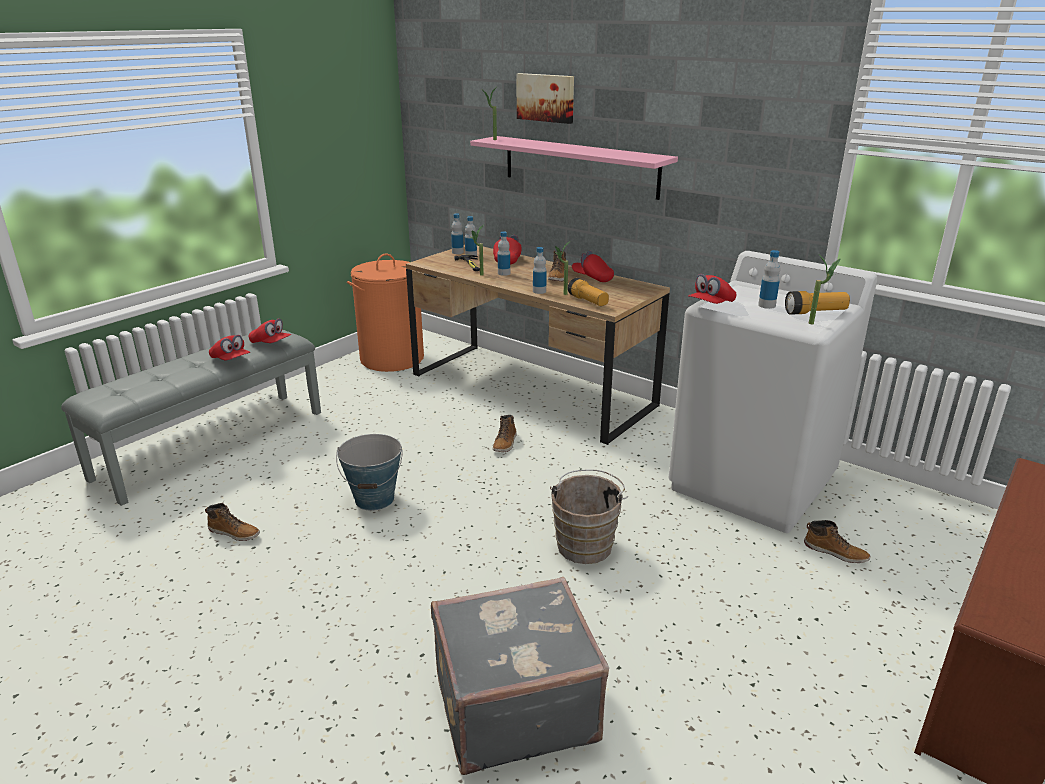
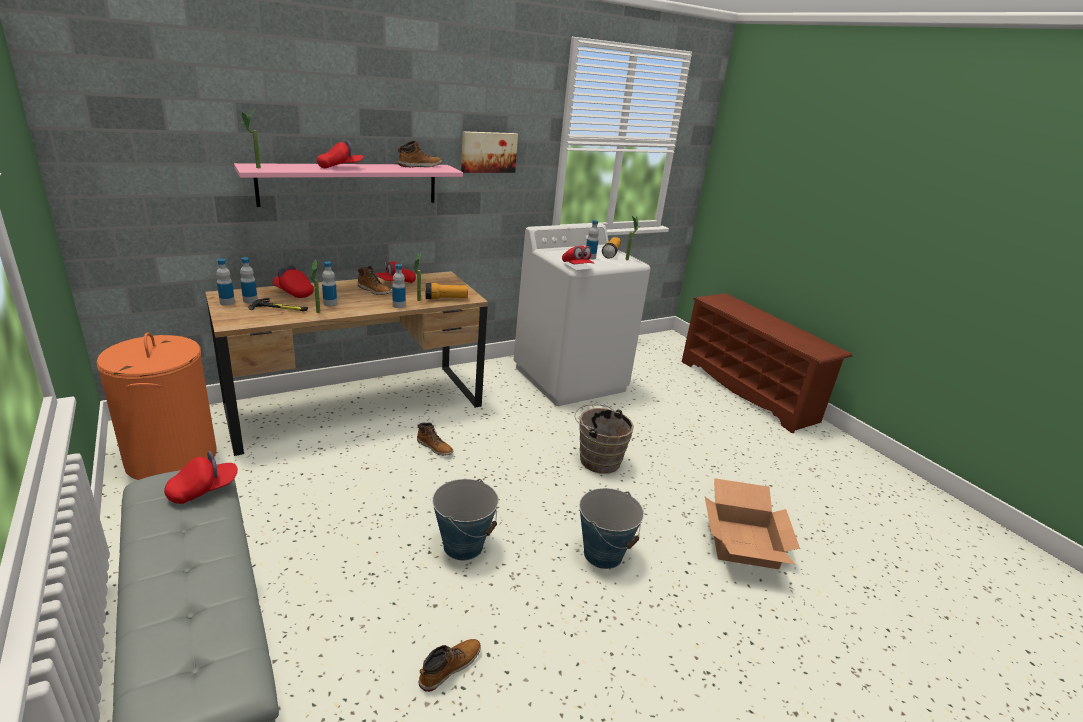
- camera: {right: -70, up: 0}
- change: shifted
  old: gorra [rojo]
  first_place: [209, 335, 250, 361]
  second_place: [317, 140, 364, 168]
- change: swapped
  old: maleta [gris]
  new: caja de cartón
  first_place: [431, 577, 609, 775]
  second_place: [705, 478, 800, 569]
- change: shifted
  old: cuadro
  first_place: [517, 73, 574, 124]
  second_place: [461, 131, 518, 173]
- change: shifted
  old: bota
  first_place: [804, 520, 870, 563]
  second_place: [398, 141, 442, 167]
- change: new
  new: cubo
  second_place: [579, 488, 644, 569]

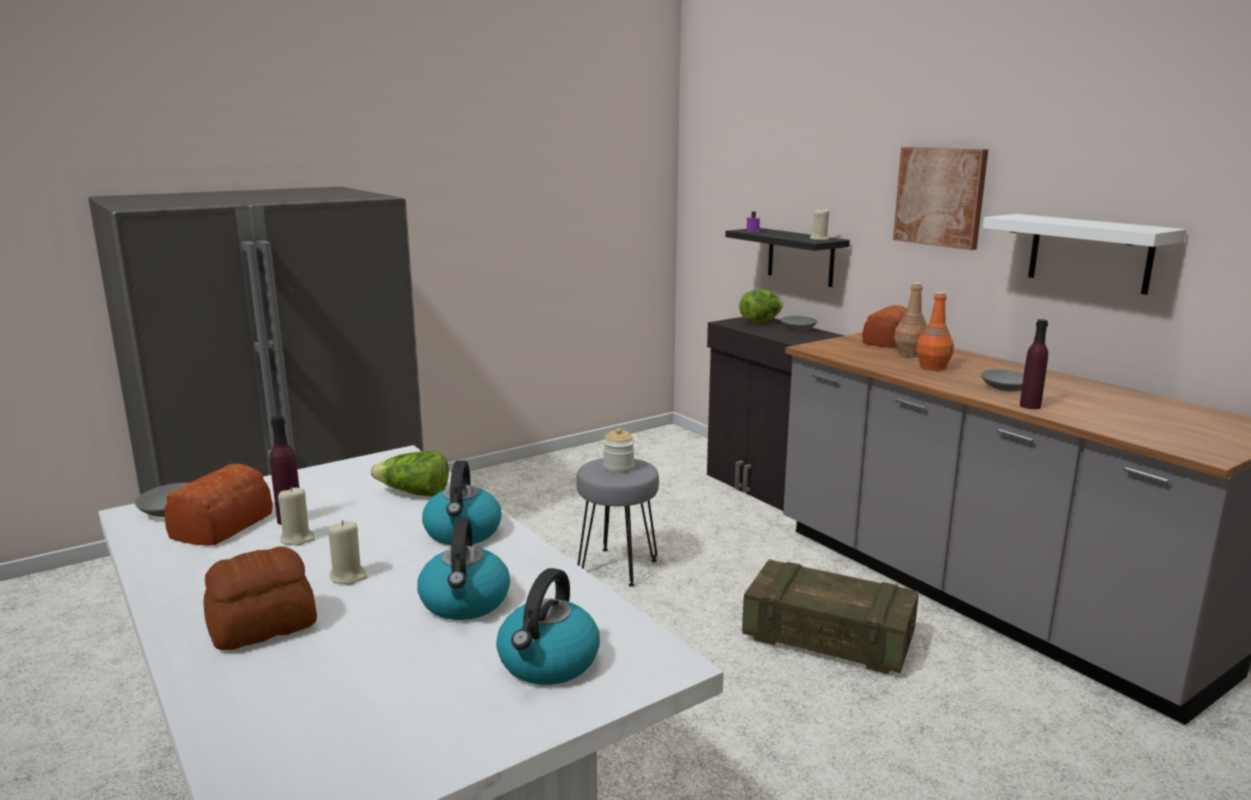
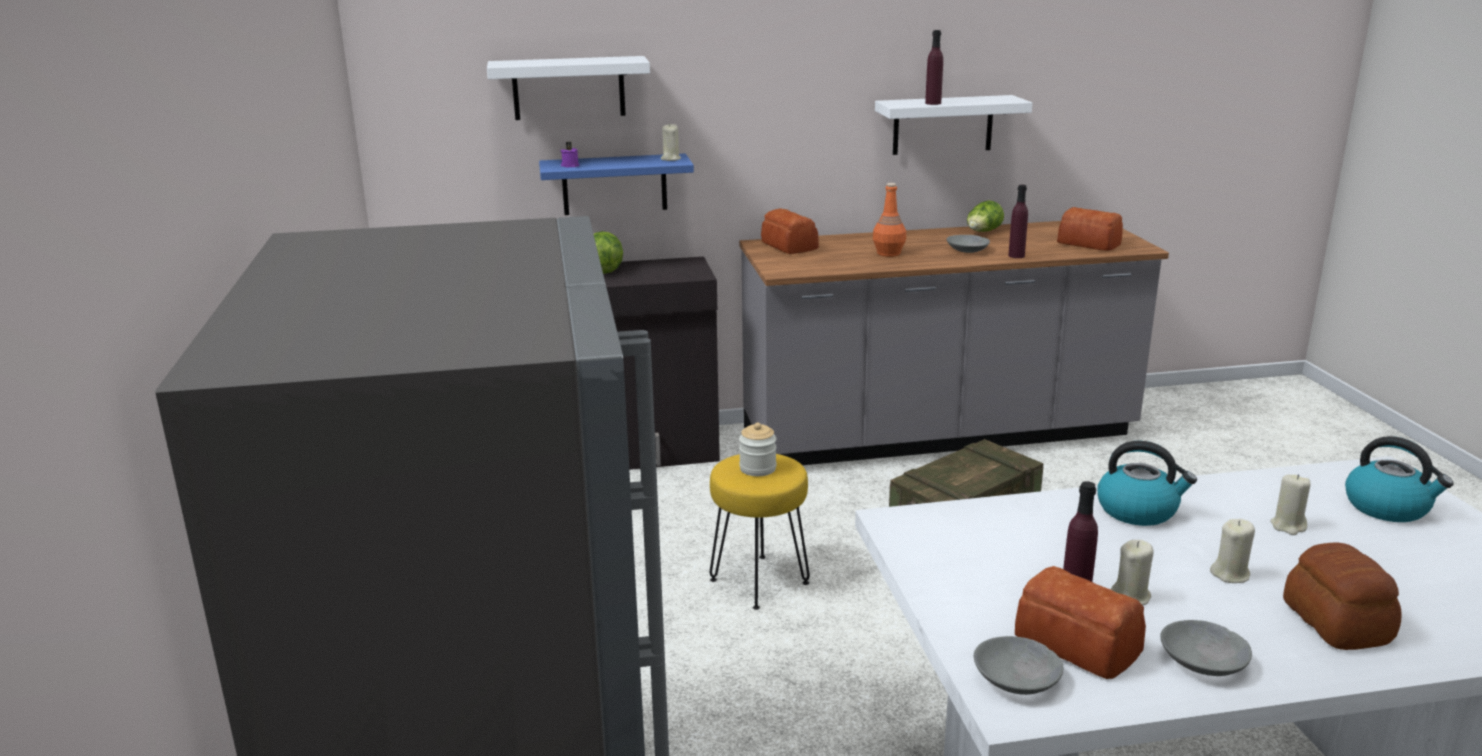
- camera: {right: -65, up: 5}
- change: shifted
  old: lechuga
  first_place: [370, 451, 449, 497]
  second_place: [967, 200, 1004, 232]
- change: swapped
  old: hervidor
  new: vela [beis]
  first_place: [417, 518, 510, 620]
  second_place: [1270, 474, 1311, 535]
- change: repainted
  old: taburete [gris]
  new: taburete [amarillo]
  first_place: [576, 458, 659, 587]
  second_place: [710, 454, 810, 610]
- change: repainted
  old: estante [negro]
  new: estante [azul]
  first_place: [725, 228, 850, 287]
  second_place: [539, 154, 694, 215]
- change: shifted
  old: cuenco [gris]
  first_place: [781, 316, 817, 331]
  second_place: [1160, 620, 1252, 676]
- change: gone
  old: cuadro
  first_place: [893, 147, 988, 250]
- change: gone
  old: botella [marrón]
  first_place: [894, 282, 927, 357]
- change: new
  new: estante [blanco]
  second_place: [487, 56, 650, 120]
- change: new
  new: botella [morado]
  second_place: [925, 30, 943, 105]
- change: new
  new: pan
  second_place: [1057, 207, 1123, 251]

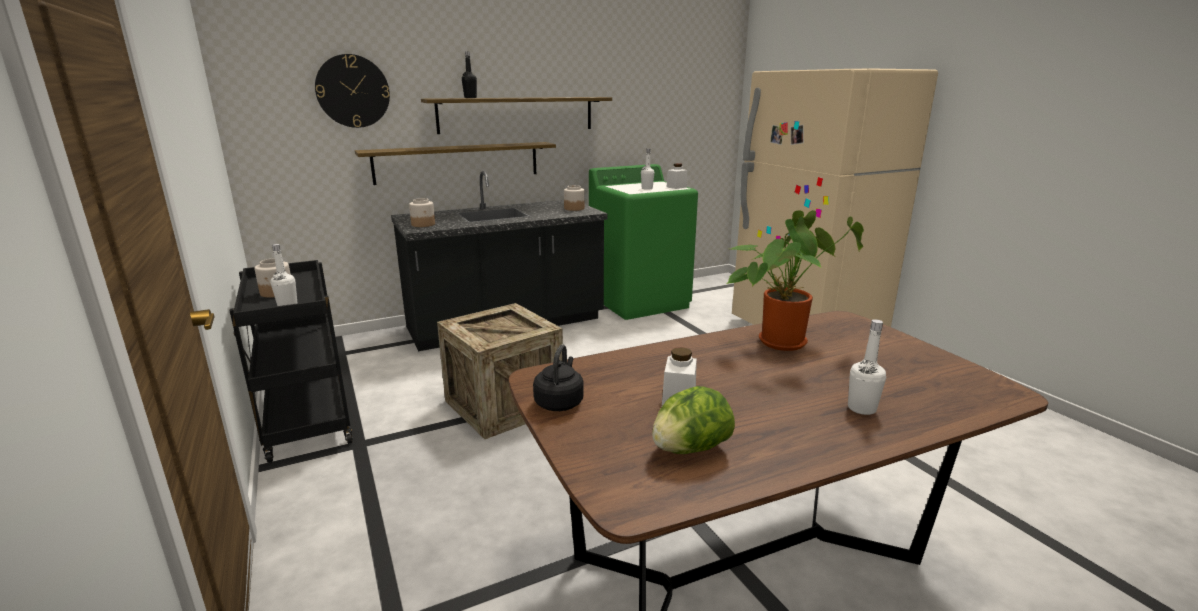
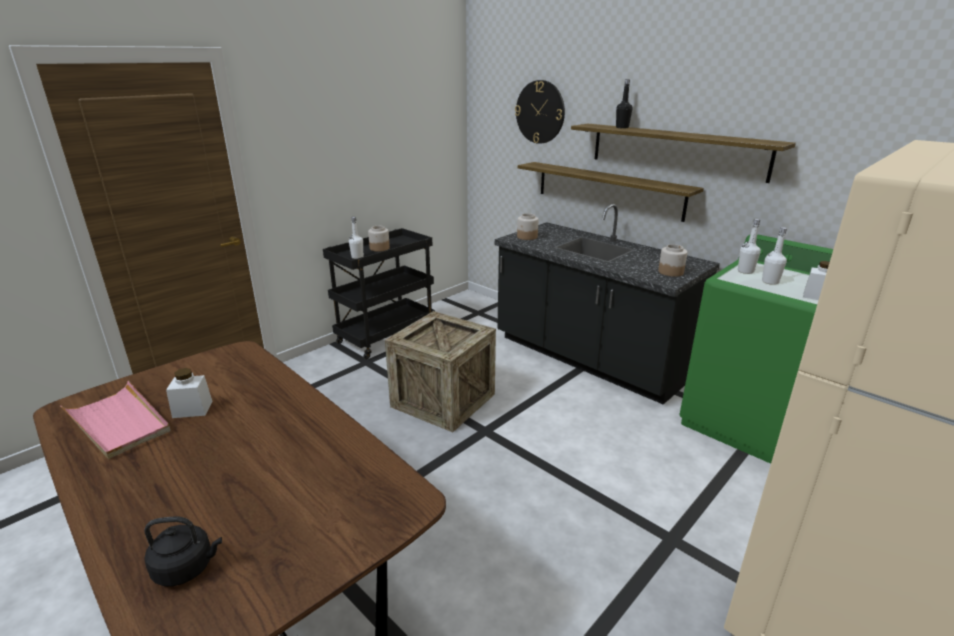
- camera: {right: 70, up: 5}
- change: shifted
  old: hervidor [negro]
  first_place: [533, 344, 584, 411]
  second_place: [144, 516, 222, 586]
- change: swapped
  old: lechuga
  new: bandeja [rosa]
  first_place: [652, 386, 735, 454]
  second_place: [61, 381, 171, 459]
- change: gone
  old: planta en maceta
  first_place: [726, 210, 864, 351]
- change: shifted
  old: botella [blanco]
  first_place: [848, 319, 886, 415]
  second_place: [738, 219, 761, 274]

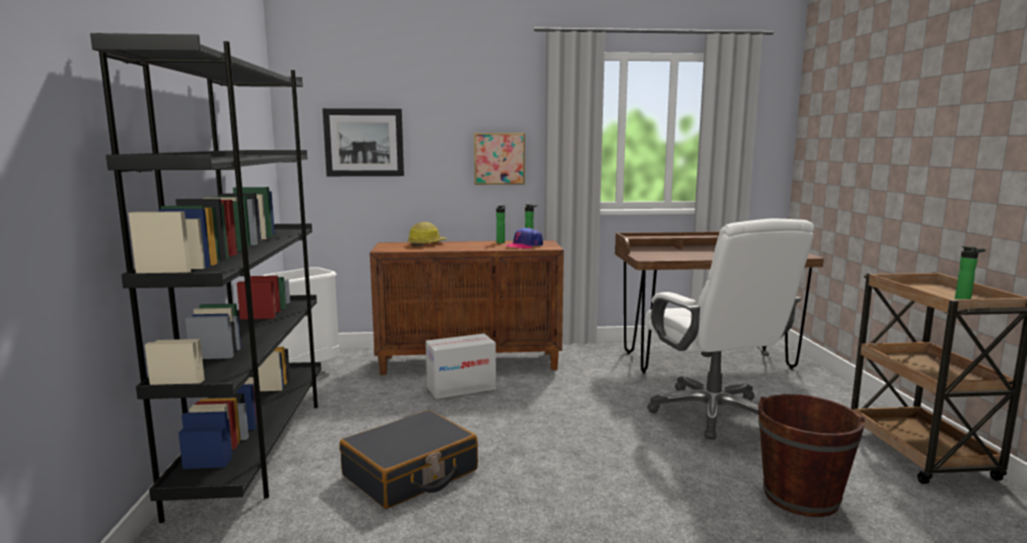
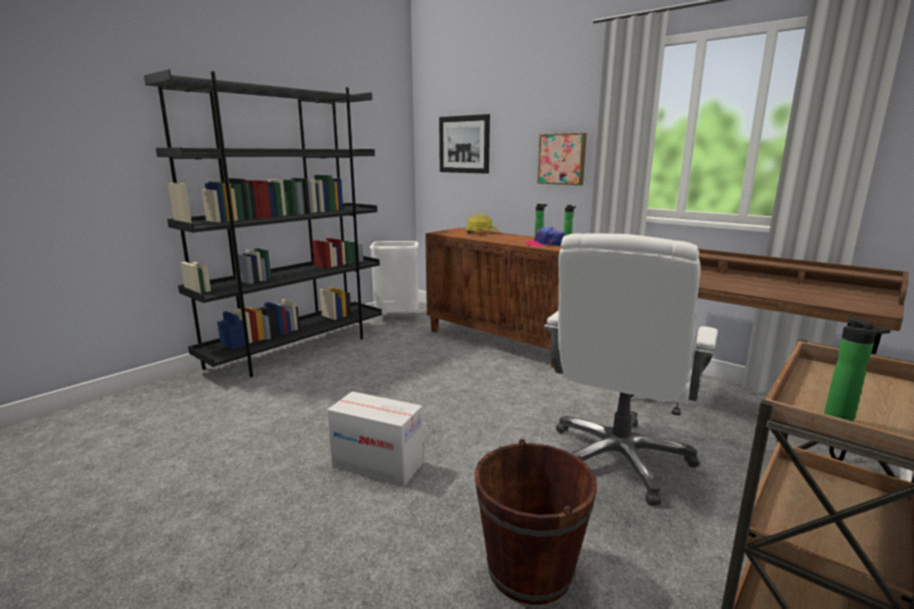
- camera: {right: 45, up: 5}
- change: gone
  old: maleta [negro]
  first_place: [339, 410, 478, 509]
- change: shifted
  old: caja de cartón
  first_place: [426, 334, 496, 399]
  second_place: [327, 391, 423, 487]

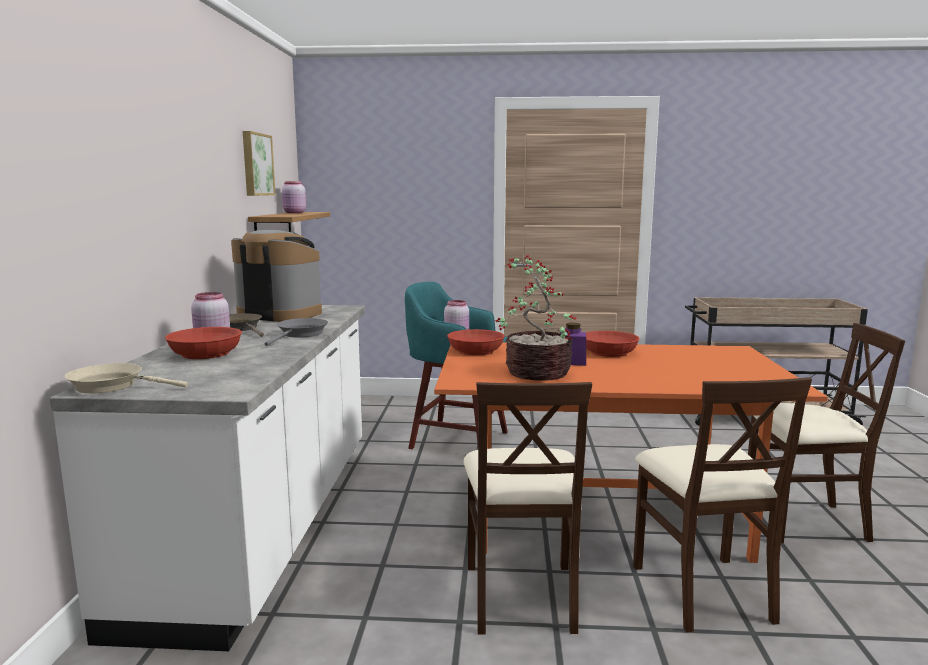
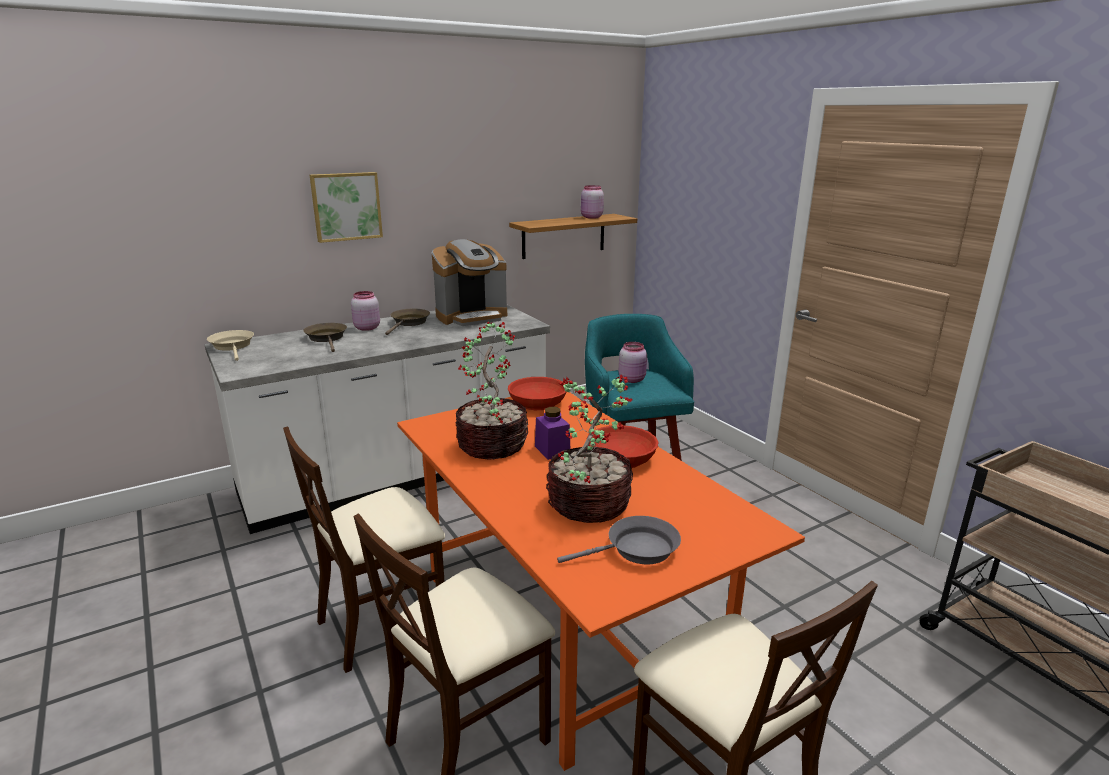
- camera: {right: 55, up: 10}
- change: swapped
  old: cuenco [rojo]
  new: sartén [marrón]
  first_place: [165, 327, 242, 359]
  second_place: [303, 323, 347, 352]
- change: rotated
  old: cafetera
  first_place: [231, 230, 322, 322]
  second_place: [432, 239, 507, 326]
  degrees: 75
- change: shifted
  old: cuadro
  first_place: [243, 131, 276, 196]
  second_place: [310, 172, 383, 243]
- change: shifted
  old: sartén [gris]
  first_place: [265, 318, 328, 346]
  second_place: [557, 516, 681, 564]
- change: new
  new: planta en maceta
  second_place: [546, 375, 633, 523]

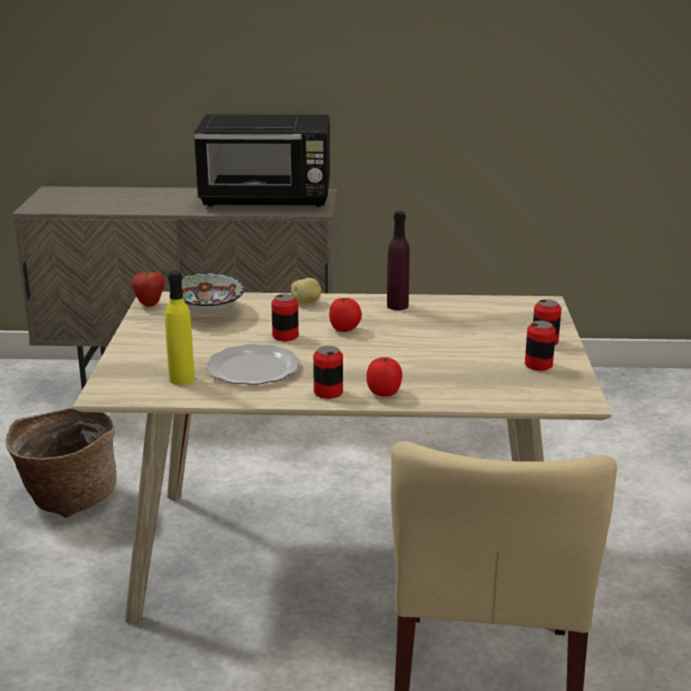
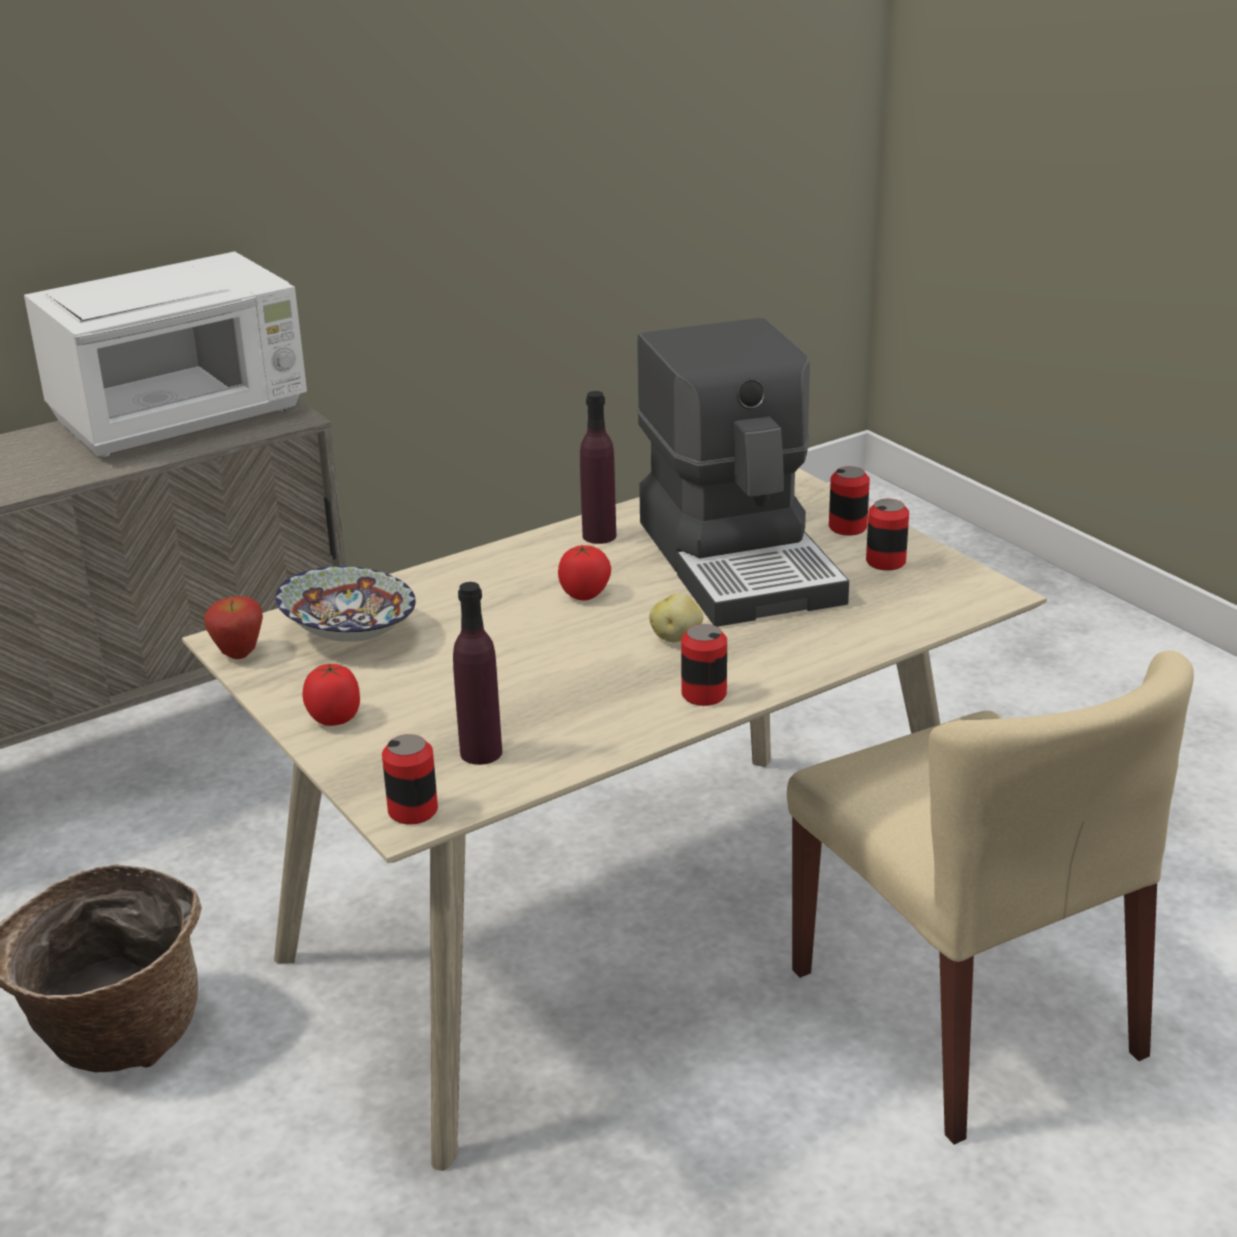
- camera: {right: -35, up: 5}
- change: repainted
  old: botella [amarillo]
  new: botella [morado]
  first_place: [165, 271, 195, 385]
  second_place: [453, 582, 502, 765]
- change: repainted
  old: microondas [negro]
  new: microondas [blanco]
  first_place: [194, 114, 330, 207]
  second_place: [24, 251, 307, 457]
- change: gone
  old: plato
  first_place: [206, 344, 300, 385]
- change: shifted
  old: lata
  first_place: [271, 294, 299, 341]
  second_place: [382, 734, 438, 824]
- change: shifted
  old: patata
  first_place: [291, 278, 321, 304]
  second_place: [649, 593, 703, 642]
- change: shifted
  old: tomate
  first_place: [366, 357, 402, 397]
  second_place: [302, 663, 360, 726]
- change: new
  new: cafetera
  second_place: [637, 318, 849, 627]

